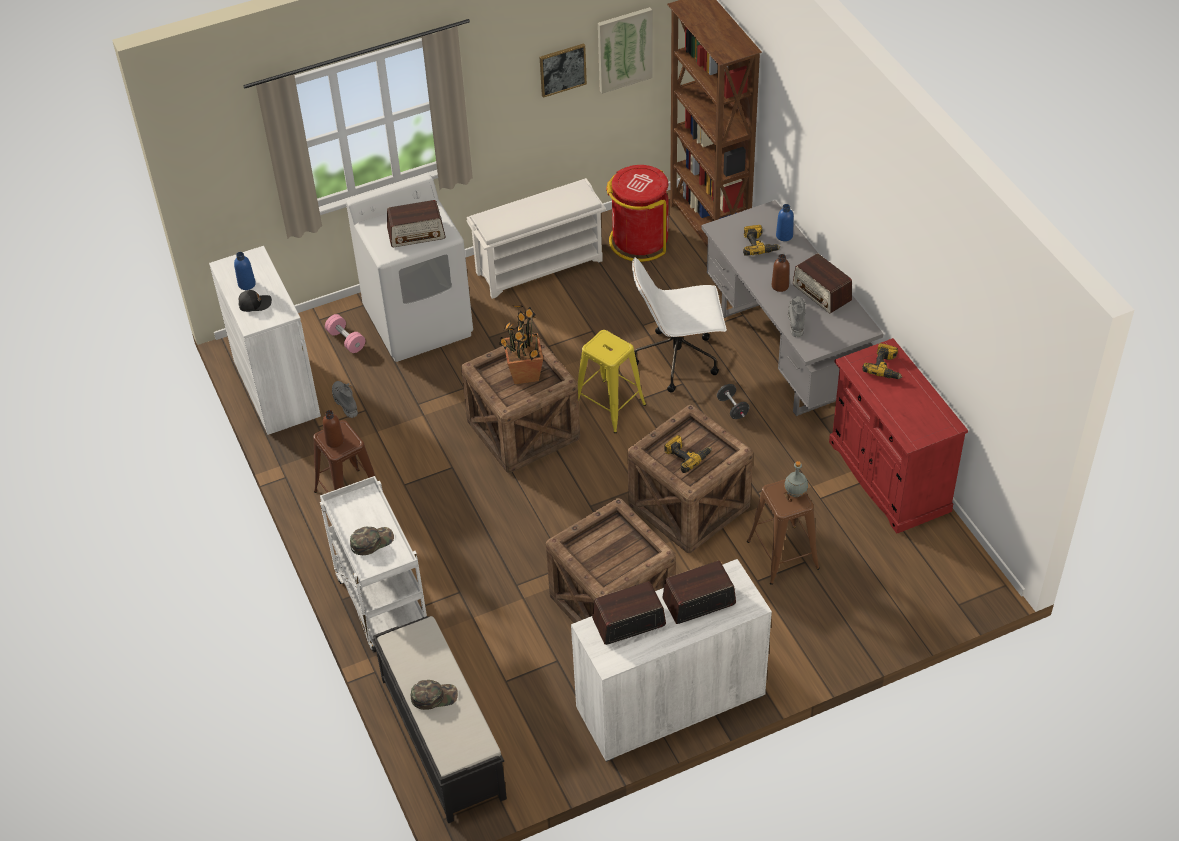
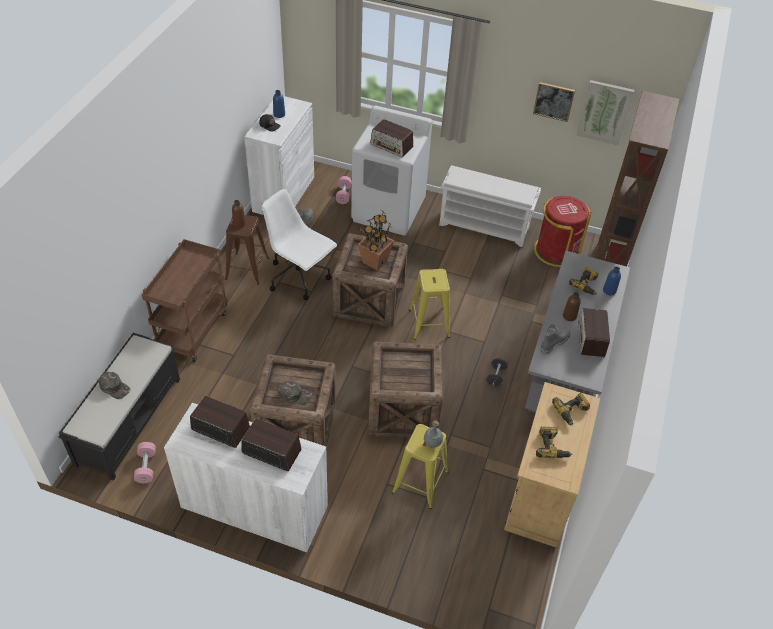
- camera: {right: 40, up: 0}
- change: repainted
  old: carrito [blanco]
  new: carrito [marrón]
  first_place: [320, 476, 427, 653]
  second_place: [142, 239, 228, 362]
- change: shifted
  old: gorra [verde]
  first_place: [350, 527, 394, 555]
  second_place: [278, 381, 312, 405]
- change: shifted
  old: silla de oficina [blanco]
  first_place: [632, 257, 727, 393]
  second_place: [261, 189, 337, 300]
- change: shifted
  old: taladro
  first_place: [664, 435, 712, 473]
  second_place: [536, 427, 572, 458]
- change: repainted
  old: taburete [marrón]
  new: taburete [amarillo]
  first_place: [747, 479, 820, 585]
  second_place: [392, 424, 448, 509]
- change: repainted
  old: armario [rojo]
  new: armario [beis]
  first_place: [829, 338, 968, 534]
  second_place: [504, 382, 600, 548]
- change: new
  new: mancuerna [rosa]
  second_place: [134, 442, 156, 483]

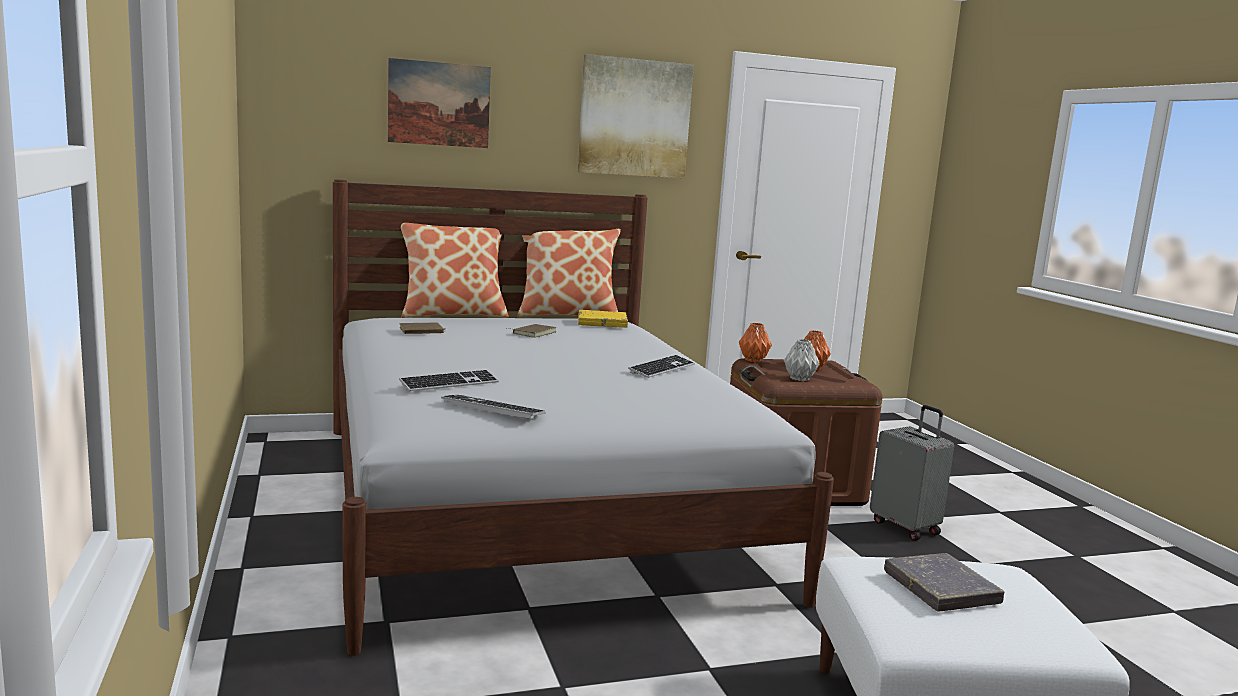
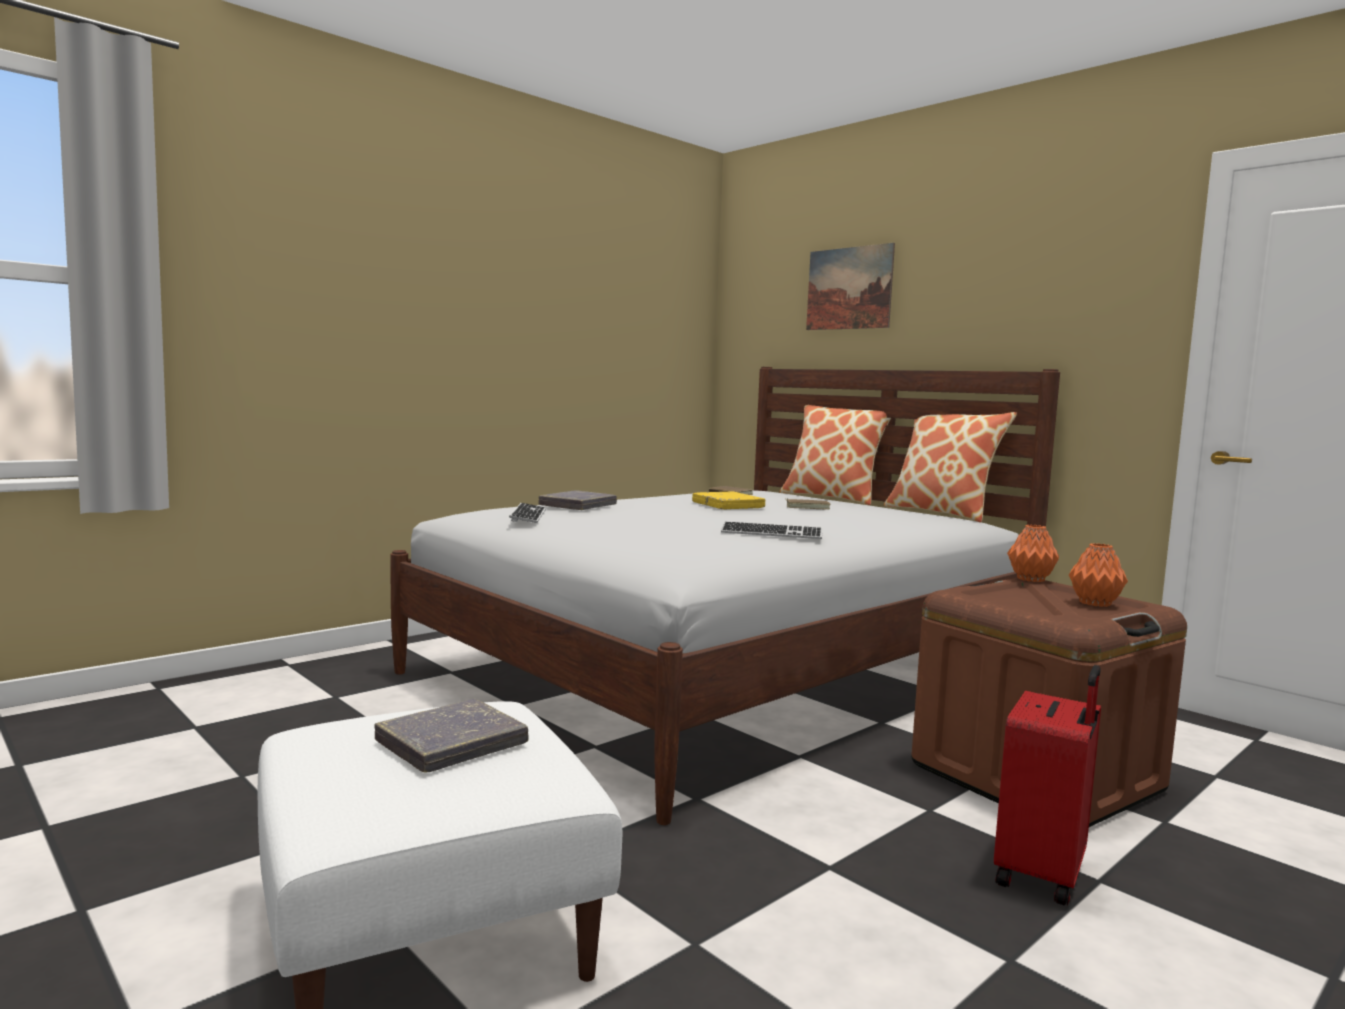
- camera: {right: 65, up: -5}
- change: swapped
  old: teclado
  new: libro [gris]
  first_place: [399, 370, 499, 391]
  second_place: [539, 490, 617, 510]
- change: gone
  old: cuadro
  first_place: [578, 54, 694, 178]
- change: shifted
  old: libro [amarillo]
  first_place: [578, 310, 628, 328]
  second_place: [692, 491, 765, 509]
- change: gone
  old: florero [gris]
  first_place: [784, 339, 820, 381]
- change: repainted
  old: maleta [gris]
  new: maleta [rojo]
  first_place: [870, 405, 954, 541]
  second_place: [994, 665, 1101, 906]

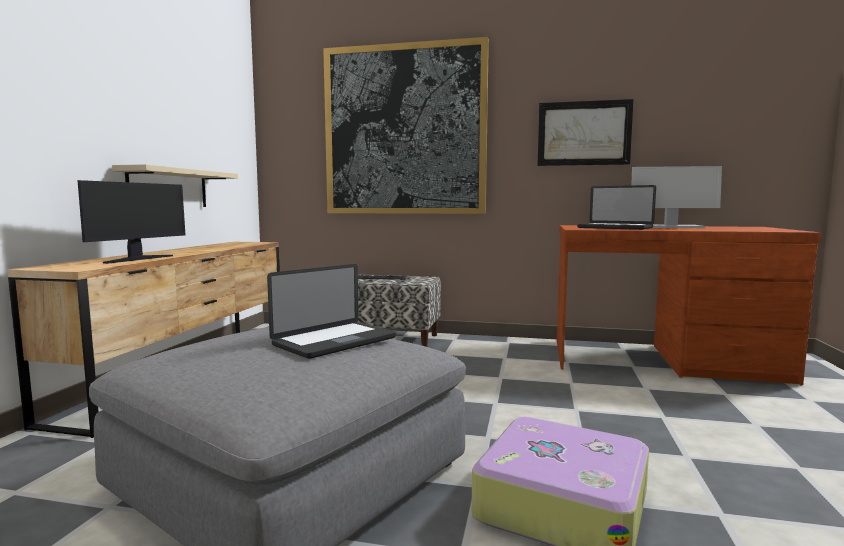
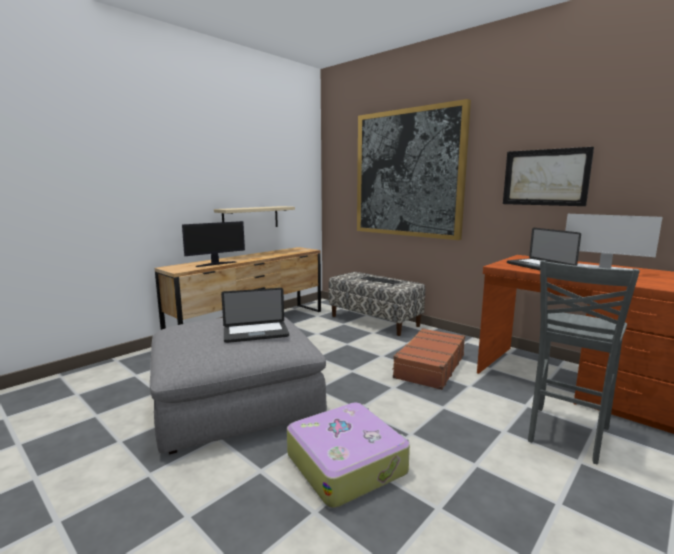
- camera: {right: 30, up: 5}
- change: new
  new: maleta [marrón]
  second_place: [393, 328, 465, 390]
- change: new
  new: taburete [gris]
  second_place: [528, 260, 640, 464]

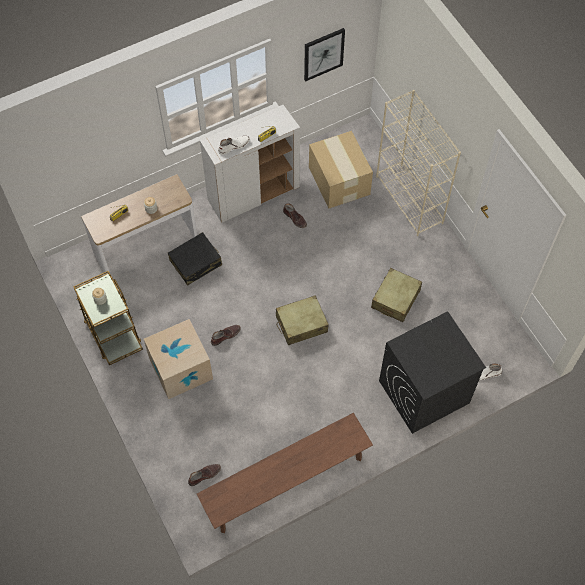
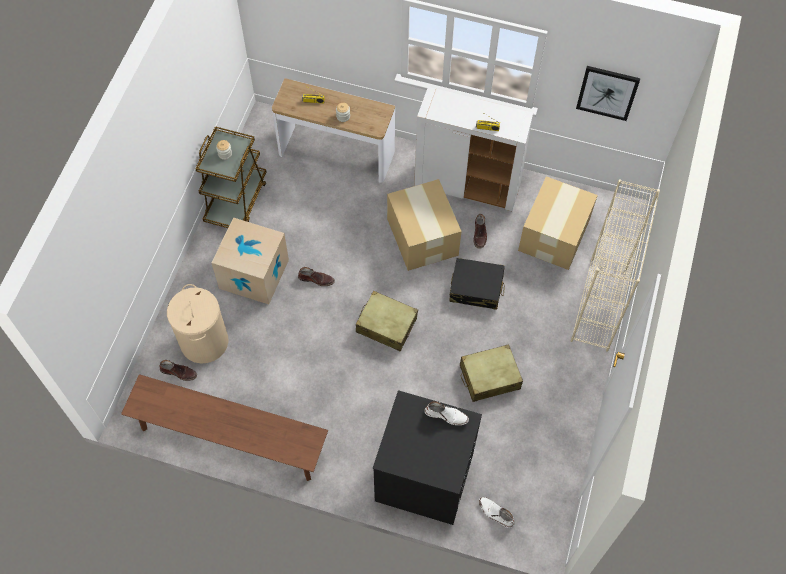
- camera: {right: 45, up: 0}
- change: shifted
  old: maleta [negro]
  first_place: [168, 232, 222, 285]
  second_place: [449, 258, 505, 310]
- change: shifted
  old: bota [blanco]
  first_place: [218, 136, 250, 155]
  second_place: [424, 401, 469, 425]
- change: new
  new: cesto de la ropa [beis]
  second_place: [167, 284, 228, 364]
- change: new
  new: caja de cartón
  second_place: [387, 179, 462, 271]

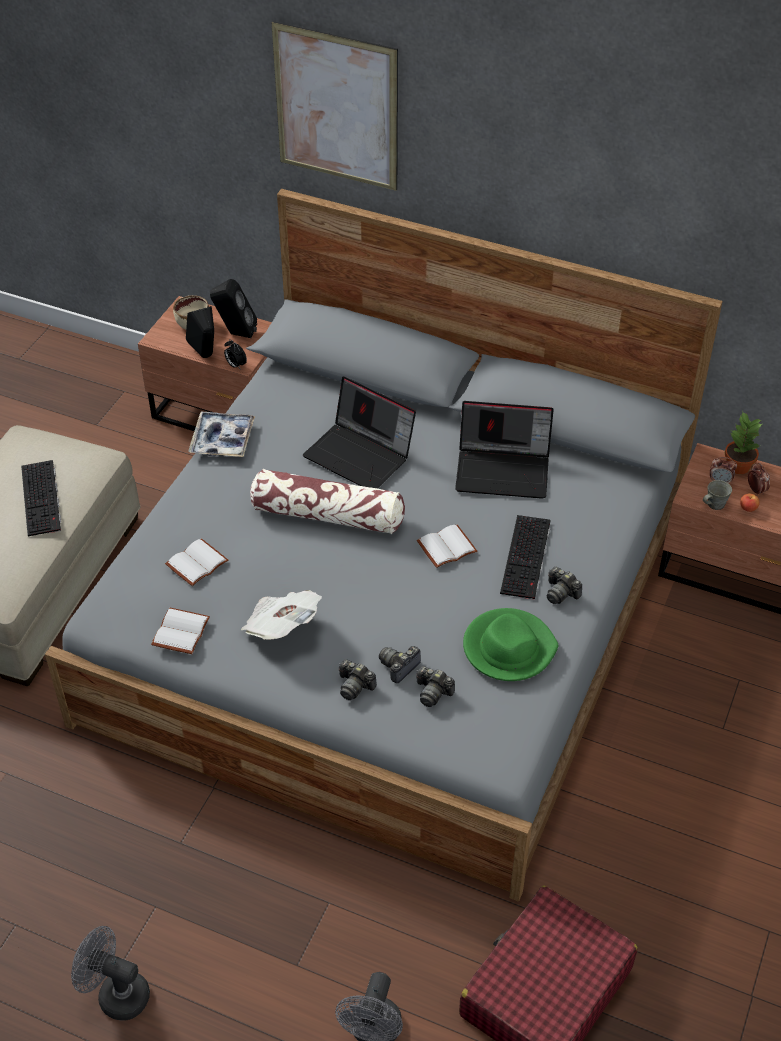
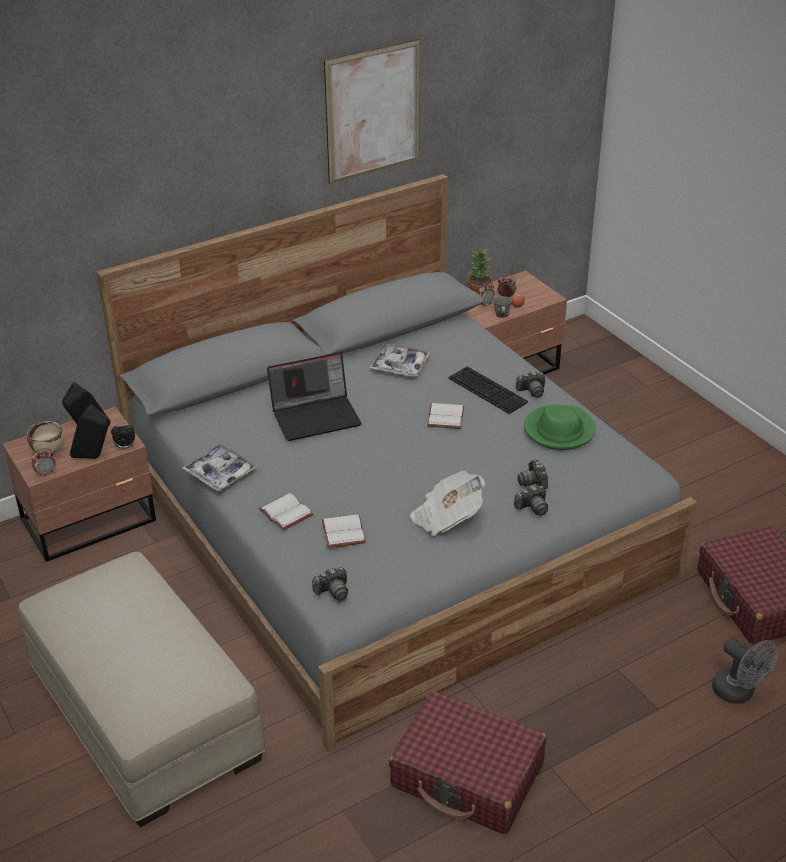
- camera: {right: -55, up: -10}
- change: gone
  old: teclado
  first_place: [21, 460, 61, 536]
- change: gone
  old: ventilador [gris]
  first_place: [71, 926, 150, 1020]
- change: shifted
  old: libro [blanco]
  first_place: [151, 608, 210, 654]
  second_place: [259, 493, 313, 530]
- change: gone
  old: cojín
  first_place: [250, 469, 405, 534]
- change: shifted
  old: cuadro
  first_place: [272, 21, 398, 191]
  second_place: [324, 39, 420, 184]
- change: shifted
  old: cámara
  first_place: [416, 666, 455, 707]
  second_place: [312, 567, 348, 601]
- change: swapped
  old: portátil
  new: bandeja
  first_place: [455, 401, 554, 499]
  second_place: [369, 344, 431, 377]
- change: new
  new: despertador
  second_place: [31, 448, 56, 477]
- change: new
  new: maleta [rojo]
  second_place: [389, 691, 546, 834]

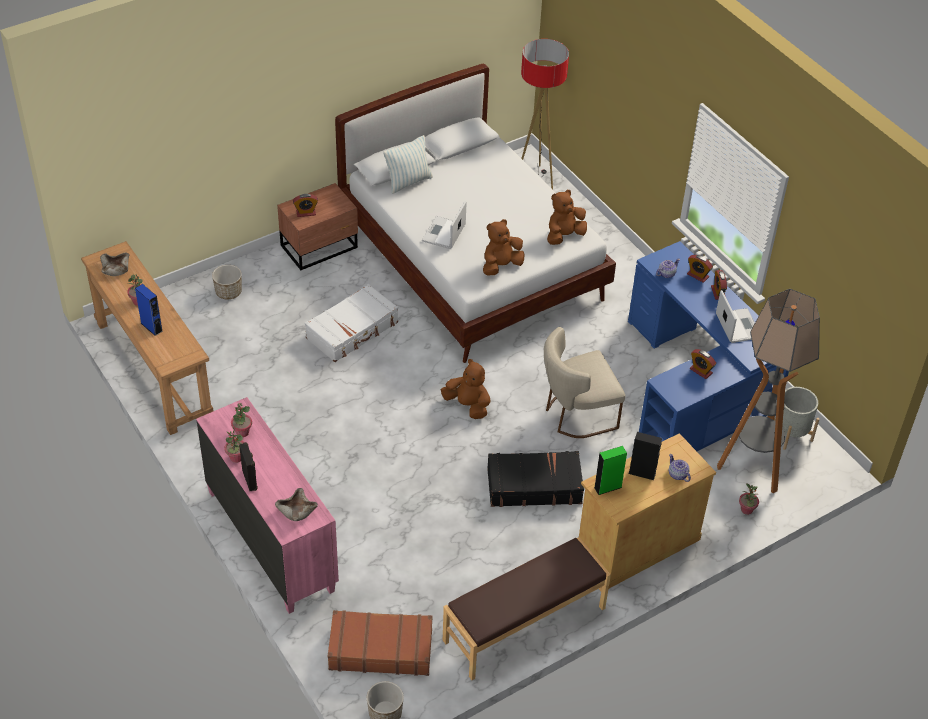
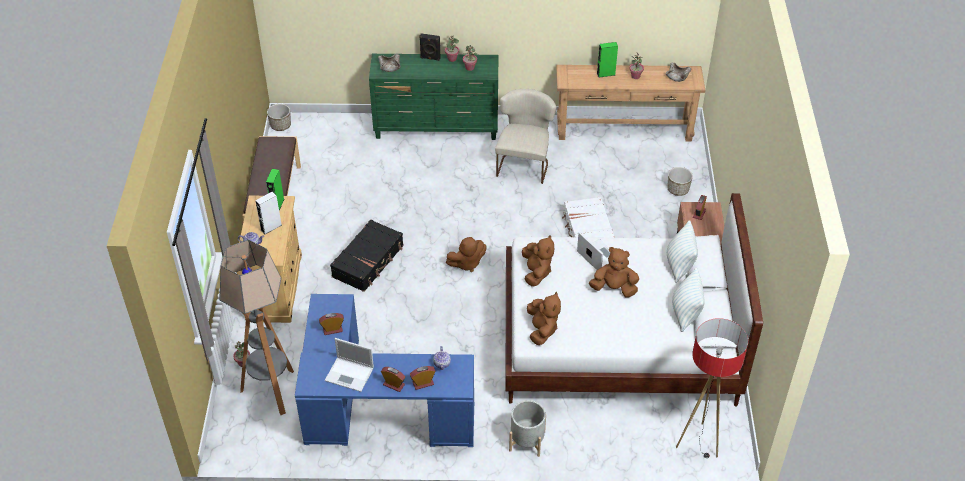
- camera: {right: 125, up: 0}
- change: repainted
  old: altavoz [azul]
  new: altavoz [verde]
  first_place: [135, 284, 163, 336]
  second_place: [597, 42, 618, 78]
- change: repainted
  old: cómoda [rosa]
  new: cómoda [verde]
  first_place: [196, 397, 339, 614]
  second_place: [369, 54, 498, 140]
- change: gone
  old: maleta [marrón]
  first_place: [328, 610, 433, 676]
- change: shifted
  old: silla [beis]
  first_place: [544, 327, 625, 438]
  second_place: [495, 89, 556, 184]
- change: repainted
  old: altavoz [negro]
  new: altavoz [blanco]
  first_place: [628, 432, 662, 480]
  second_place: [255, 192, 282, 234]
- change: shifted
  old: maceta [gris]
  first_place: [774, 387, 819, 450]
  second_place: [509, 400, 546, 457]
- change: new
  new: peluche [marrón]
  second_place: [589, 247, 639, 298]
- change: new
  new: cojín
  second_place: [672, 267, 705, 332]

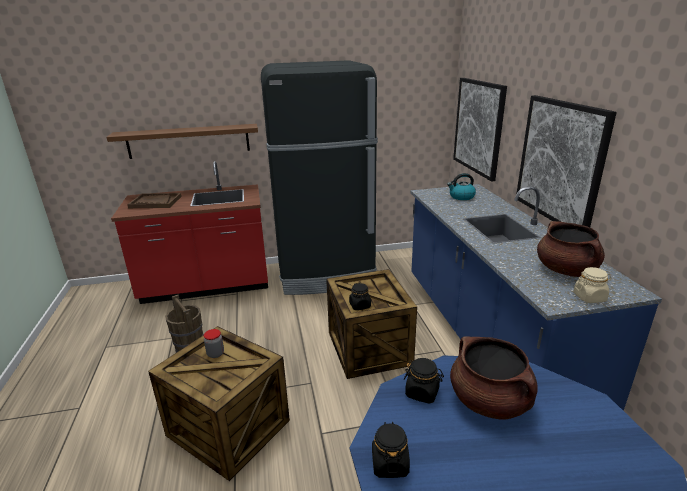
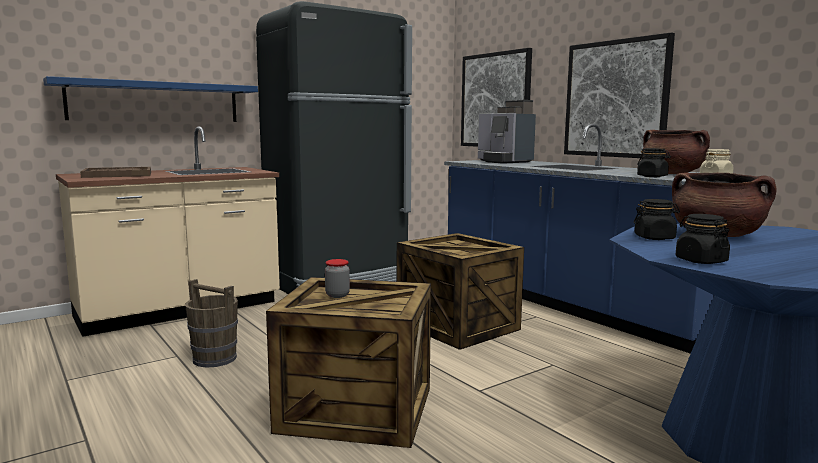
- camera: {right: -25, up: -15}
- change: repainted
  old: estante [marrón]
  new: estante [azul]
  first_place: [107, 124, 258, 159]
  second_place: [43, 76, 258, 122]
- change: repainted
  old: mueble bajo de cocina [rojo]
  new: mueble bajo de cocina [beis]
  first_place: [111, 161, 268, 304]
  second_place: [56, 126, 280, 337]
- change: shifted
  old: tarro [negro]
  first_place: [349, 283, 371, 310]
  second_place: [637, 148, 671, 177]
- change: swapped
  old: hervidor
  new: cafetera
  first_place: [447, 173, 476, 200]
  second_place: [478, 100, 536, 164]

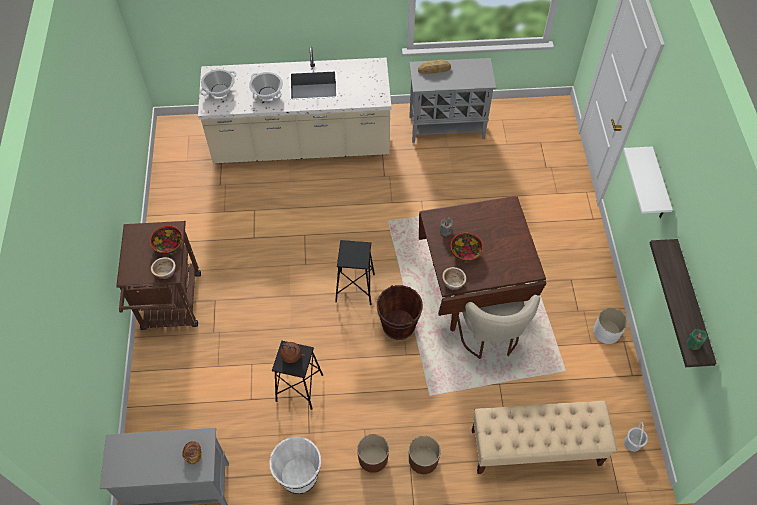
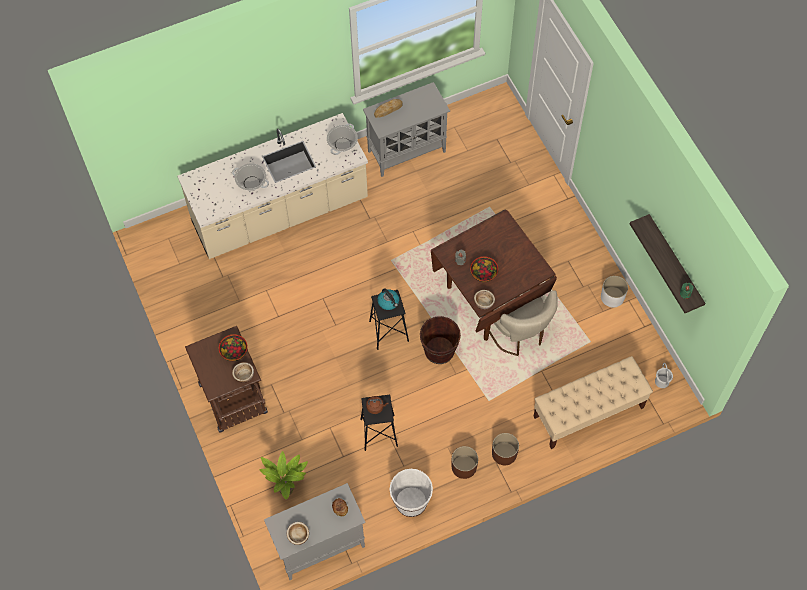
- camera: {right: -20, up: 5}
- change: shifted
  old: olla
  first_place: [200, 69, 236, 97]
  second_place: [327, 123, 358, 155]
- change: gone
  old: estante [blanco]
  first_place: [623, 146, 673, 218]
- change: new
  new: planta en maceta
  second_place: [259, 451, 308, 500]
- change: new
  new: cuenco
  second_place: [287, 522, 309, 545]
- change: new
  new: hervidor
  second_place: [378, 288, 399, 310]

